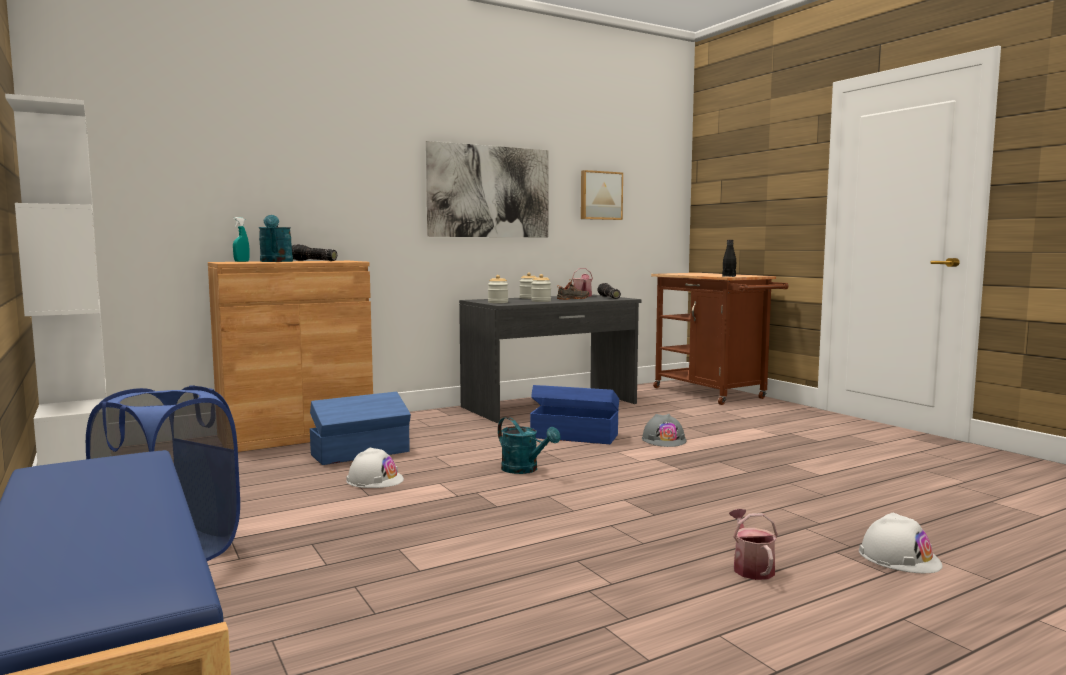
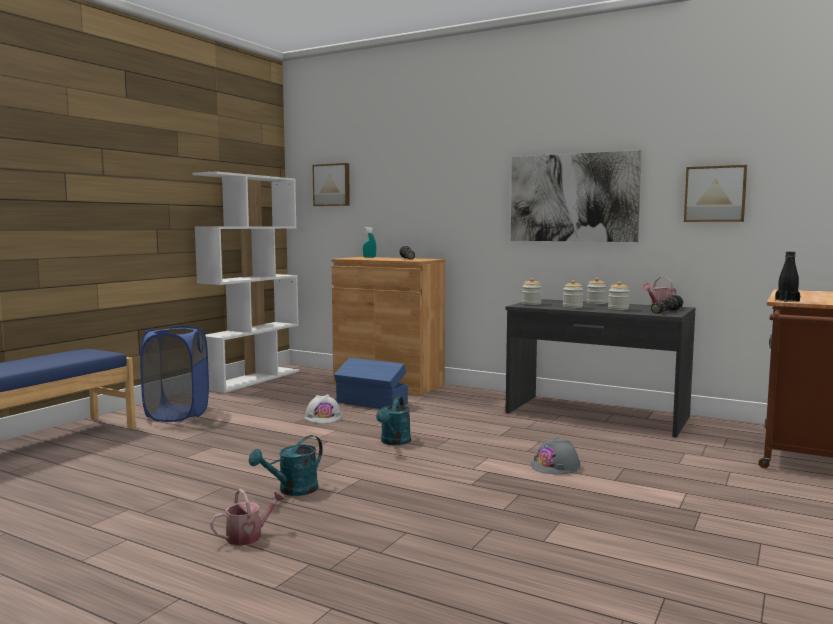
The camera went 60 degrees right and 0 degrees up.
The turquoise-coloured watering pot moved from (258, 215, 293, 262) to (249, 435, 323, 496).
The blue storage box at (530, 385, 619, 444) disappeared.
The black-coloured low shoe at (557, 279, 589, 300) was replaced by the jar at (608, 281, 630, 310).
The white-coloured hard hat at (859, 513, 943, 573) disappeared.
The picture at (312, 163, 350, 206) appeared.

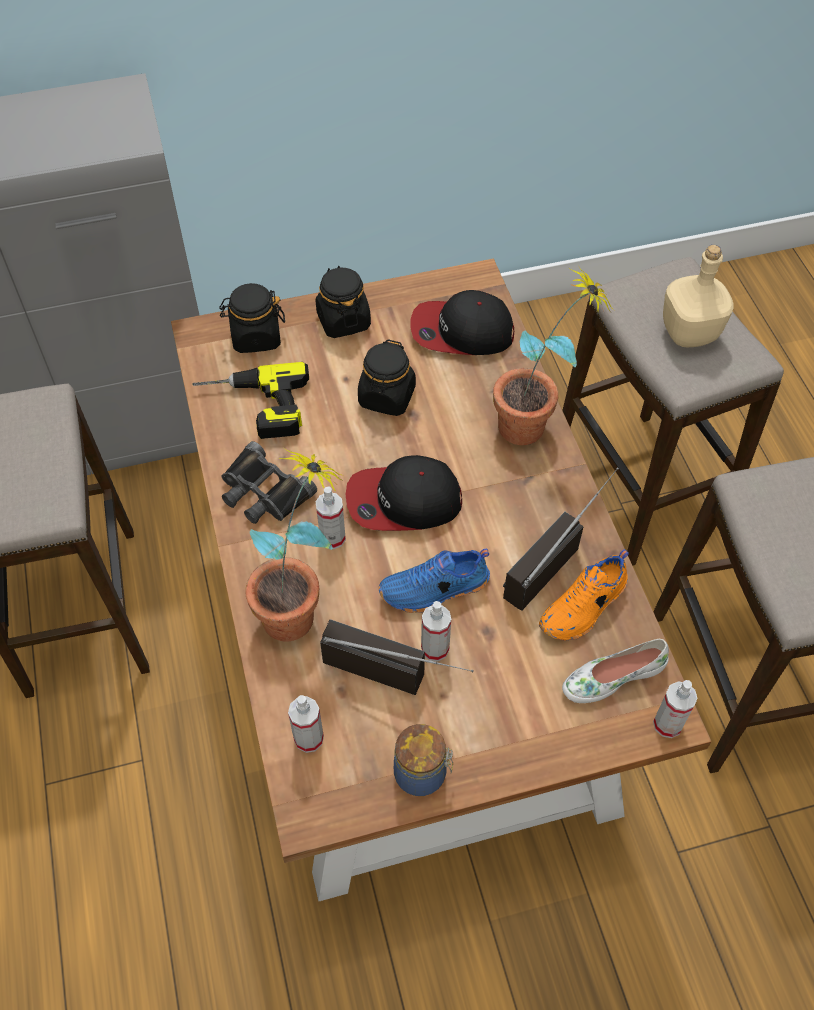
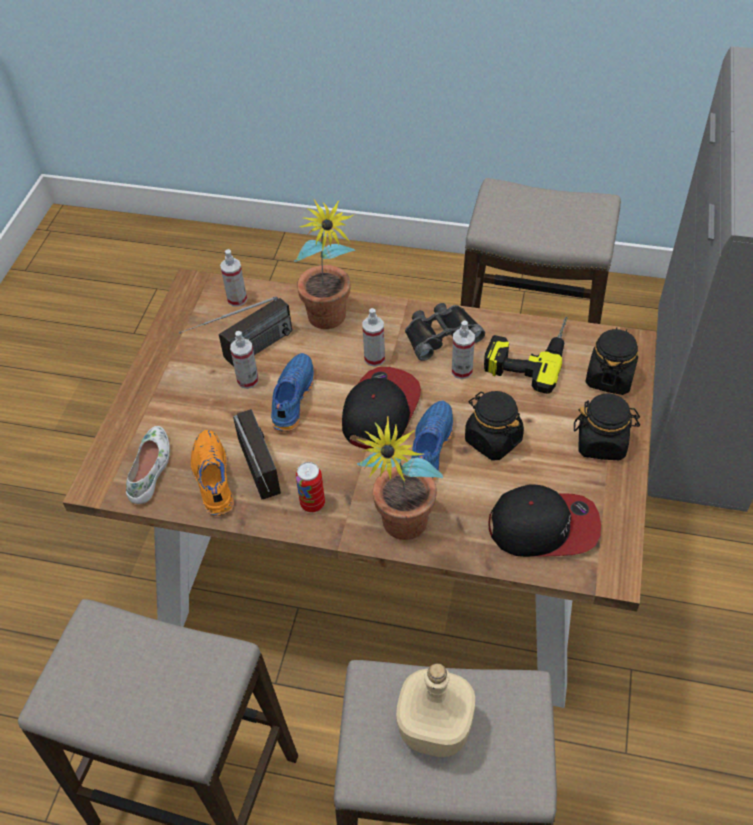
The camera went 120 degrees right and 5 degrees down.
The jar at (394, 724, 453, 796) disappeared.
The baseball cap at (410, 290, 514, 355) turned 60 degrees clockwise.
The sprayer moved from (653, 680, 698, 738) to (452, 320, 475, 379).
The metal can at (296, 462, 325, 513) appeared.
The blue low shoe at (411, 400, 453, 481) appeared.

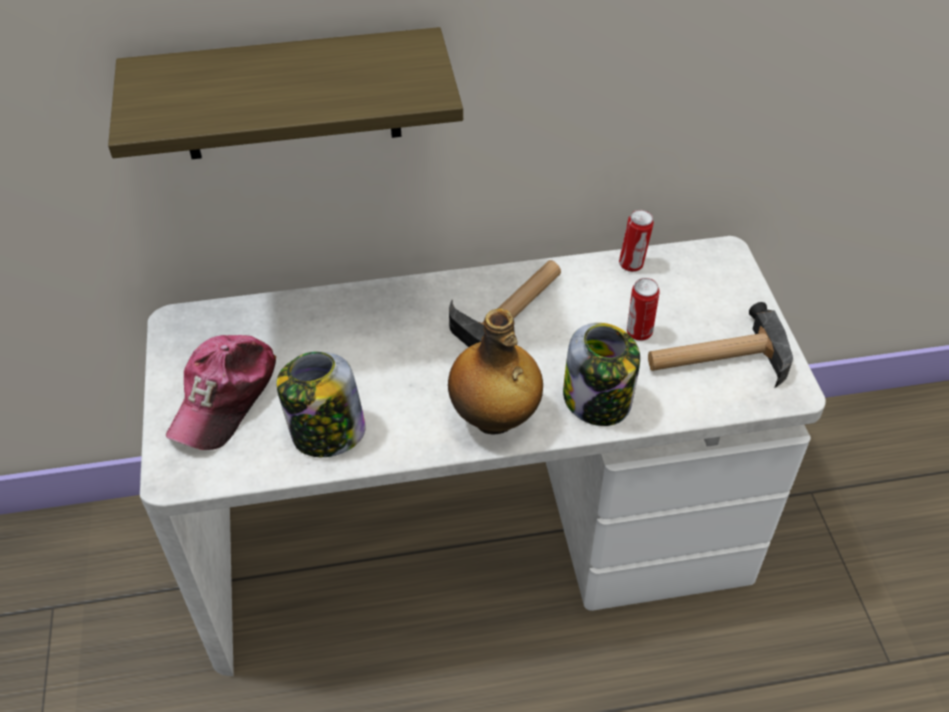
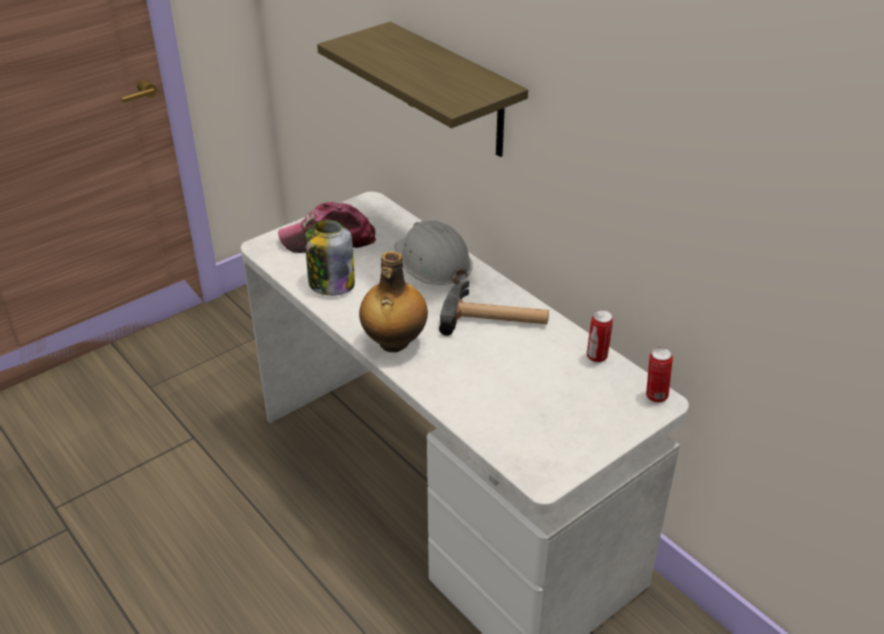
The camera went 60 degrees right and 10 degrees down.
The jar at (563, 323, 640, 426) disappeared.
The metal can moved from (627, 278, 659, 341) to (646, 347, 673, 403).
The tool hammer at (648, 302, 793, 387) disappeared.
The white-coloured hard hat at (394, 220, 473, 285) appeared.

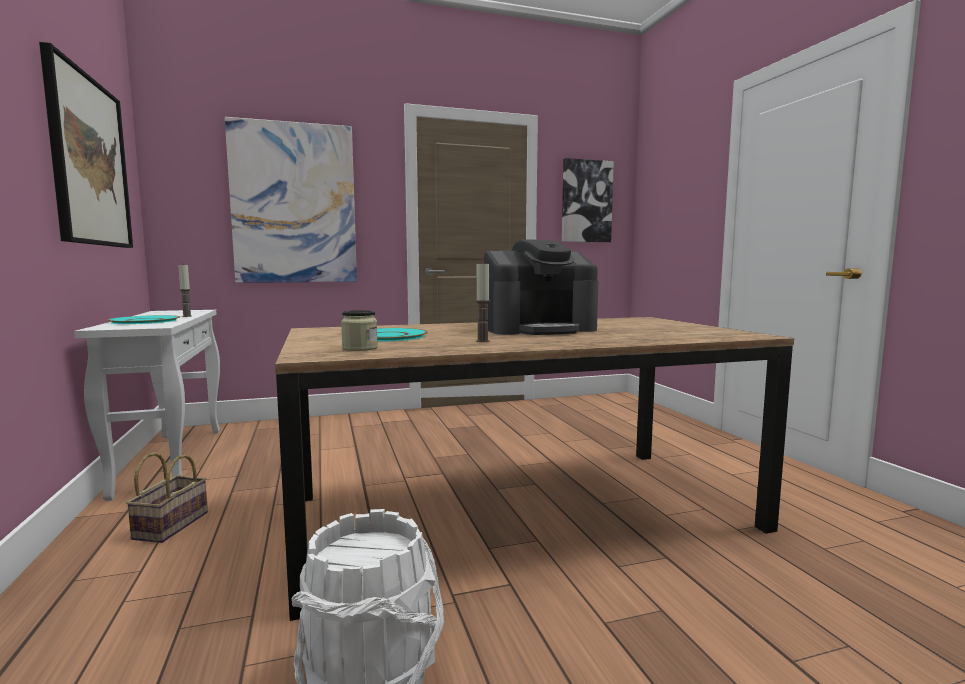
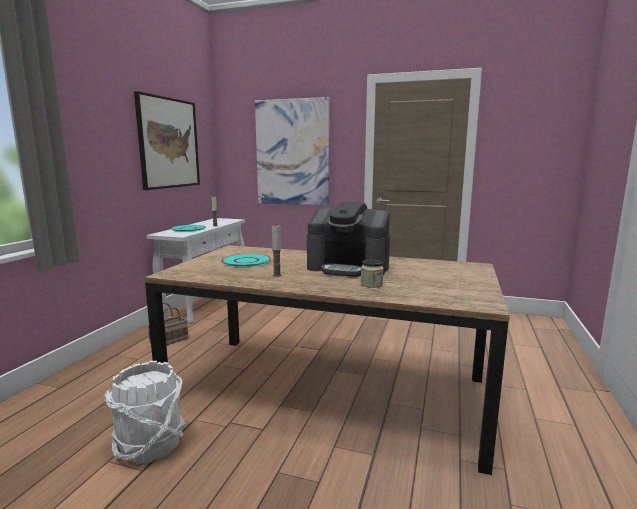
The camera went 35 degrees right and 5 degrees up.
The jar moved from (341, 310, 378, 351) to (361, 259, 383, 288).
The picture at (562, 158, 614, 242) disappeared.

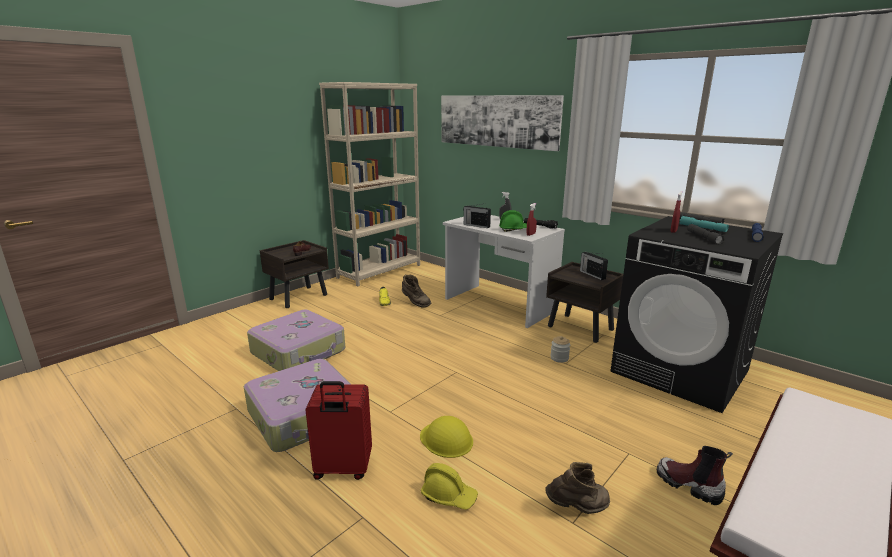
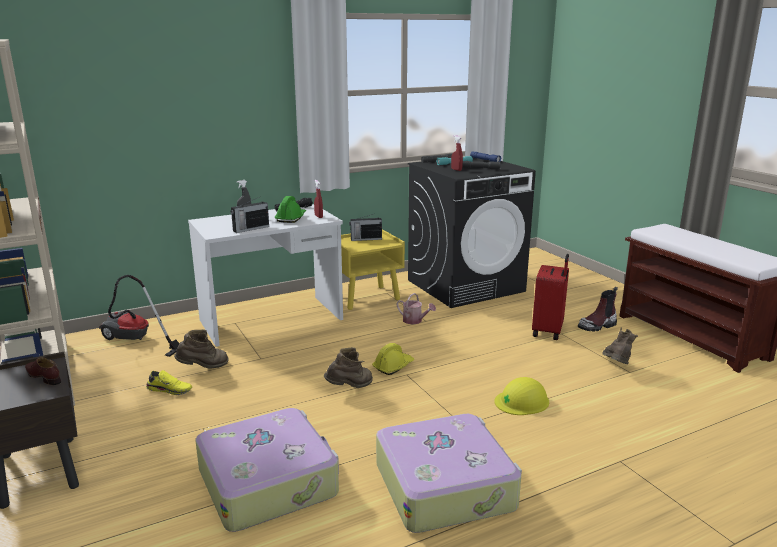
The camera went 70 degrees left and 0 degrees up.
The red piece of luggage moved from (305, 381, 372, 480) to (532, 254, 569, 340).
The yellow hard hat moved from (421, 463, 478, 510) to (372, 343, 414, 375).
The picture at (441, 95, 564, 151) disappeared.
The brownish bedside table at (546, 262, 623, 343) became the yellow bedside table at (341, 229, 405, 310).
The jar at (550, 336, 570, 363) was replaced by the watering pot at (397, 293, 436, 325).
The vacuum at (99, 275, 181, 357) appeared.
The brownish tall boot at (324, 347, 373, 388) appeared.

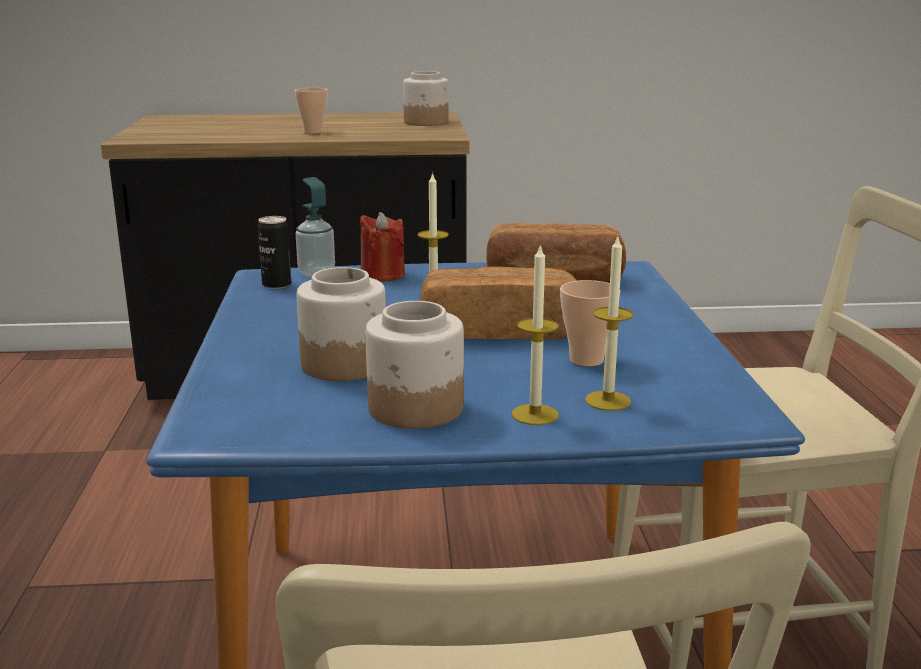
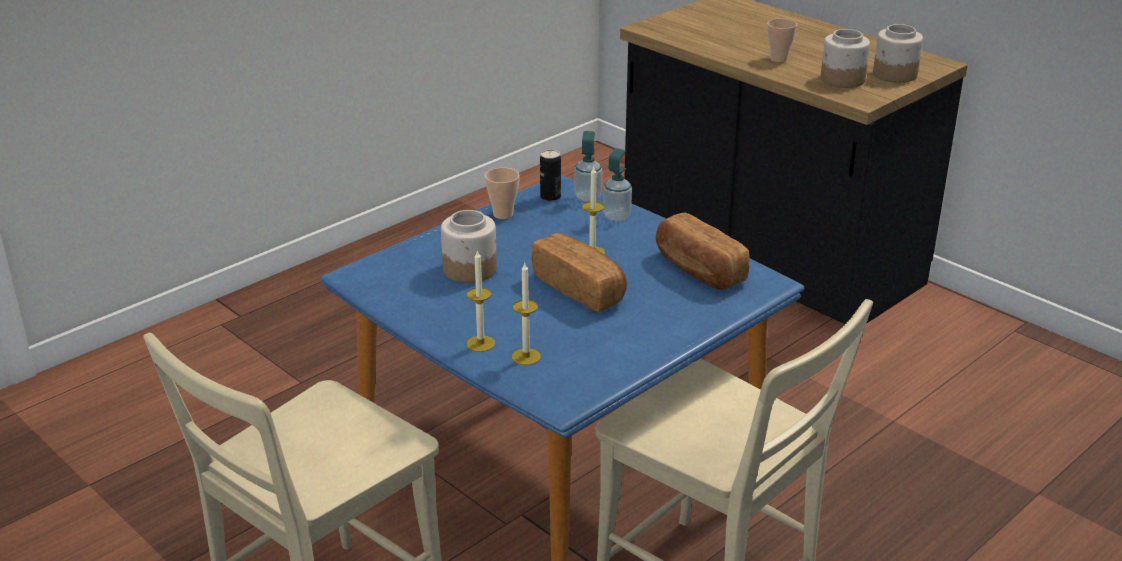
The camera went 50 degrees right and 10 degrees up.
The red wax light at (360, 212, 405, 282) was replaced by the soap dispenser at (603, 148, 632, 221).
The jar moved from (365, 301, 464, 429) to (821, 29, 870, 88).
The drinking cup moved from (560, 280, 620, 367) to (485, 168, 520, 219).

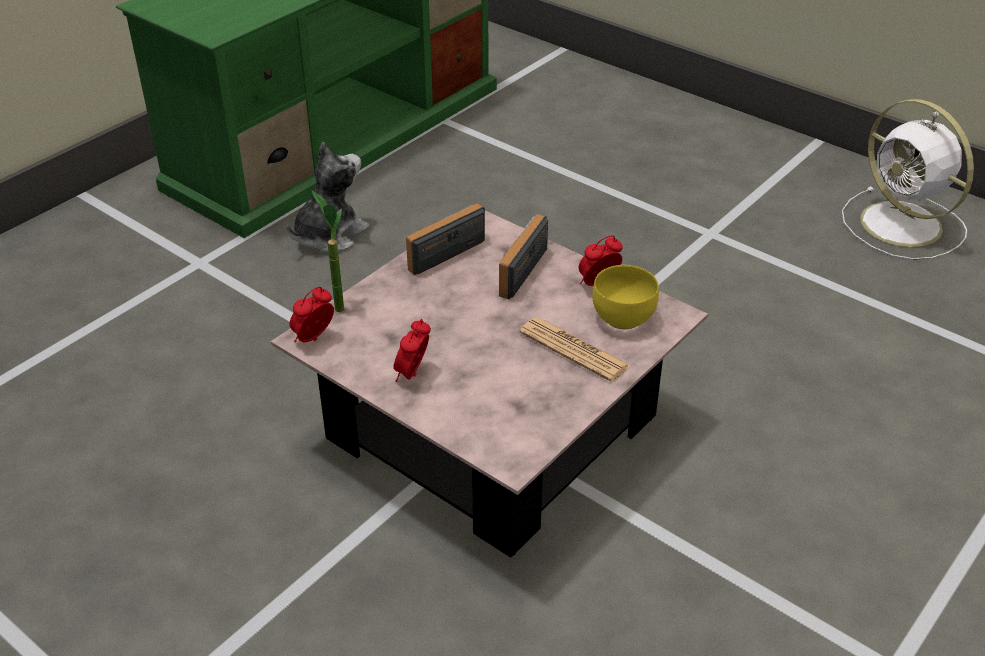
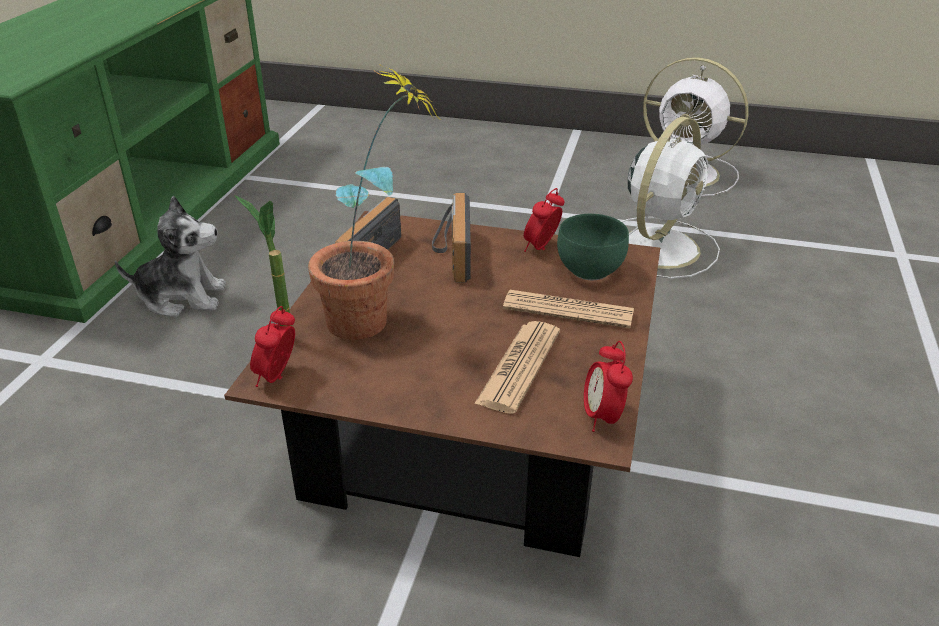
The camera went 25 degrees left and 5 degrees down.
The pinkish lounge table at (271, 210, 708, 558) became the brownish lounge table at (224, 211, 660, 557).
The soft toy at (287, 142, 369, 253) turned 75 degrees clockwise.
The bedside clock moved from (393, 319, 431, 382) to (584, 341, 633, 432).
The yellow serving bowl at (592, 265, 659, 329) became the green-coloured serving bowl at (557, 214, 629, 280).
The plant in a pot at (308, 69, 438, 340) appeared.
The daily paper at (474, 321, 560, 414) appeared.
The white-coloured cooling fan at (621, 116, 720, 279) appeared.

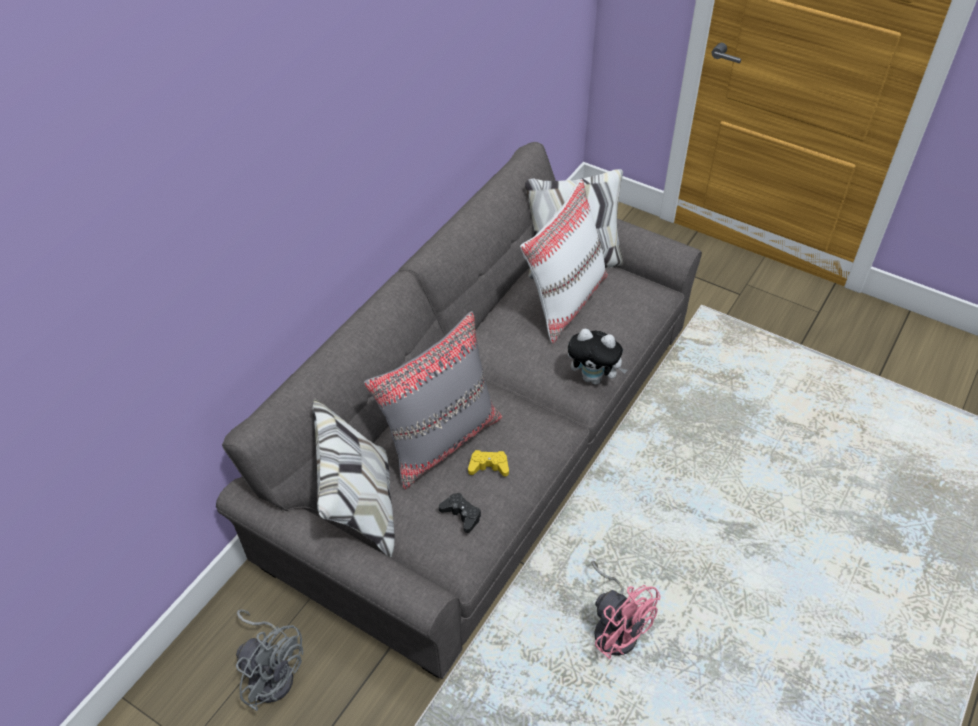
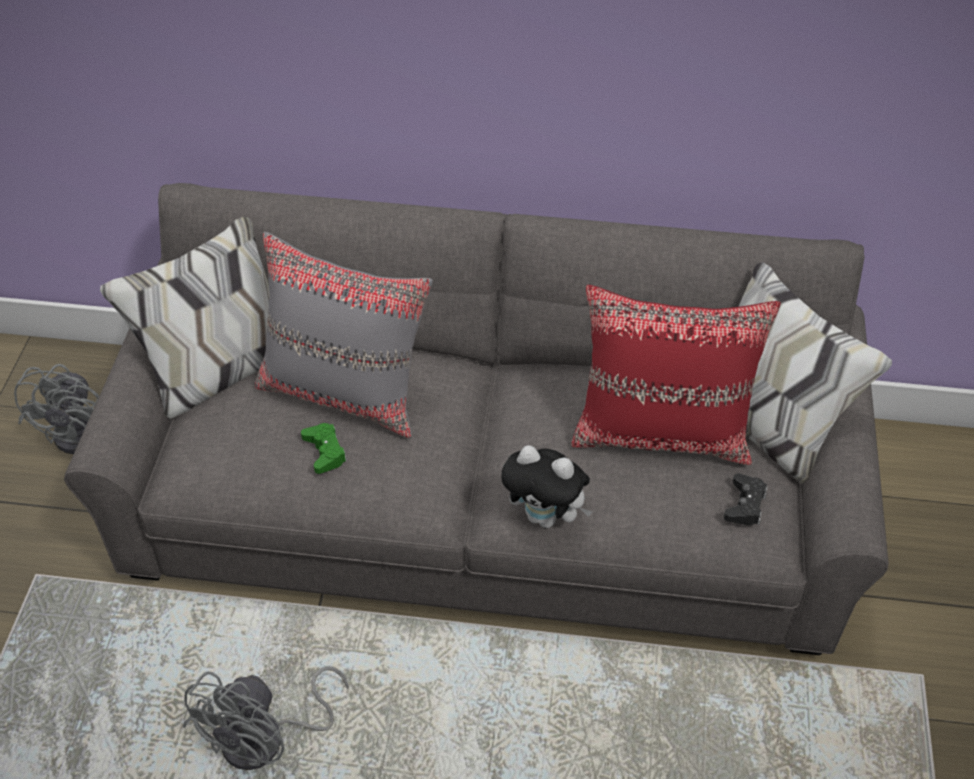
The camera went 65 degrees right and 0 degrees up.
The black-coloured game controller moved from (439, 493, 481, 533) to (724, 473, 767, 525).
The yellow game controller at (468, 450, 509, 476) became the green-coloured game controller at (301, 423, 347, 474).
The white-coloured pillow at (520, 179, 608, 344) became the red pillow at (572, 285, 781, 465).
The soft toy at (568, 329, 627, 385) turned 60 degrees counterclockwise.
The pinkish cooling fan at (591, 561, 661, 659) became the grey cooling fan at (183, 666, 349, 770).

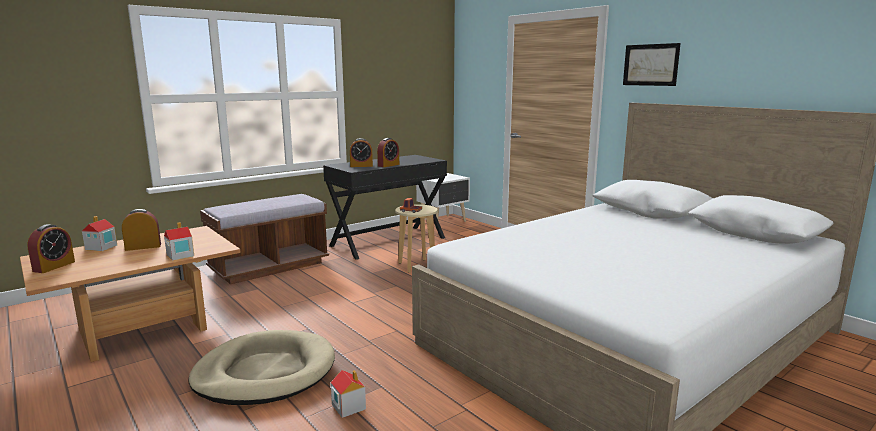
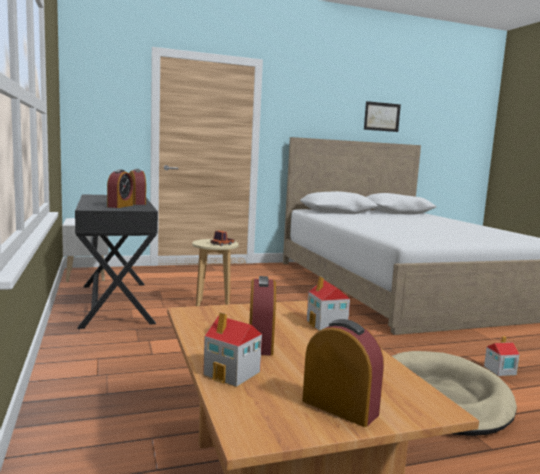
The camera went 70 degrees left and 5 degrees down.
The brownish indoor bench at (200, 194, 329, 285) disappeared.
The picture moved from (623, 43, 681, 86) to (364, 101, 401, 132).

